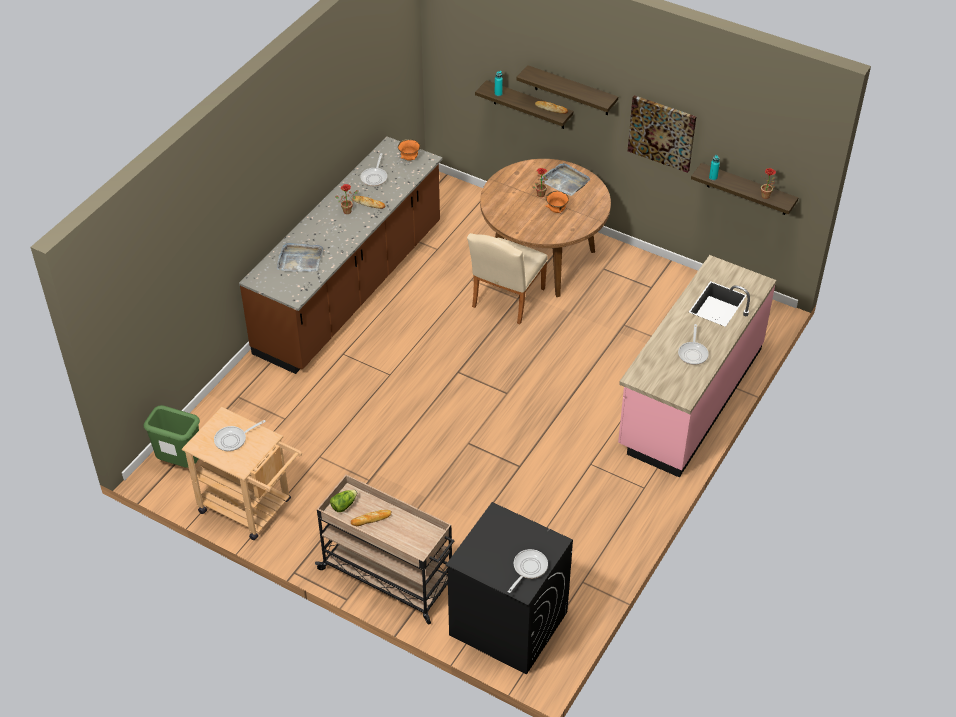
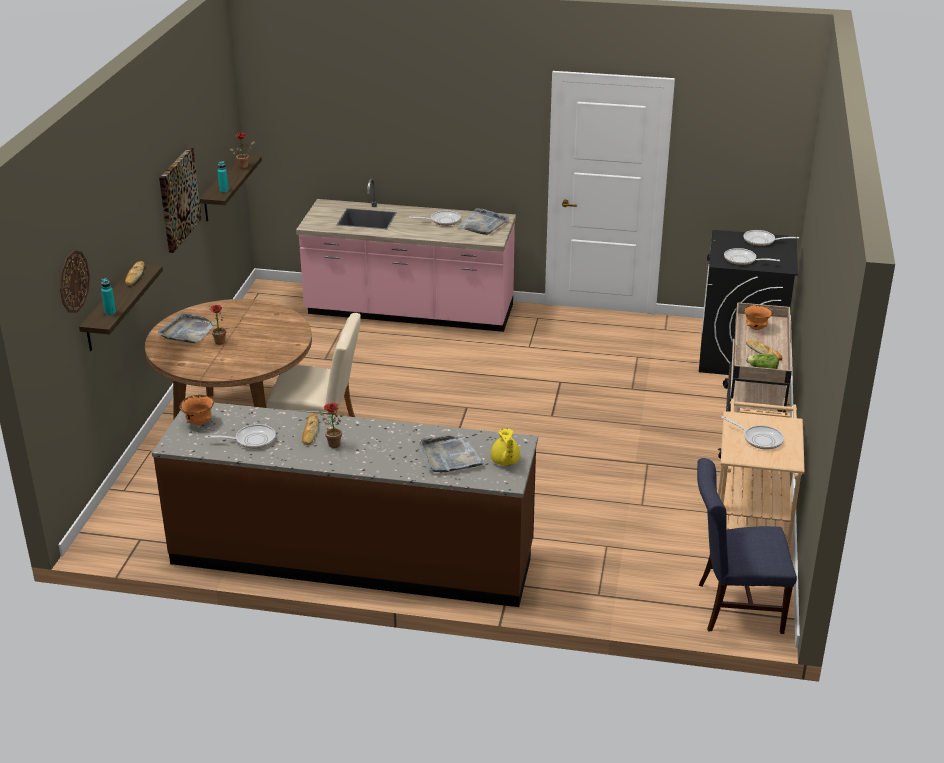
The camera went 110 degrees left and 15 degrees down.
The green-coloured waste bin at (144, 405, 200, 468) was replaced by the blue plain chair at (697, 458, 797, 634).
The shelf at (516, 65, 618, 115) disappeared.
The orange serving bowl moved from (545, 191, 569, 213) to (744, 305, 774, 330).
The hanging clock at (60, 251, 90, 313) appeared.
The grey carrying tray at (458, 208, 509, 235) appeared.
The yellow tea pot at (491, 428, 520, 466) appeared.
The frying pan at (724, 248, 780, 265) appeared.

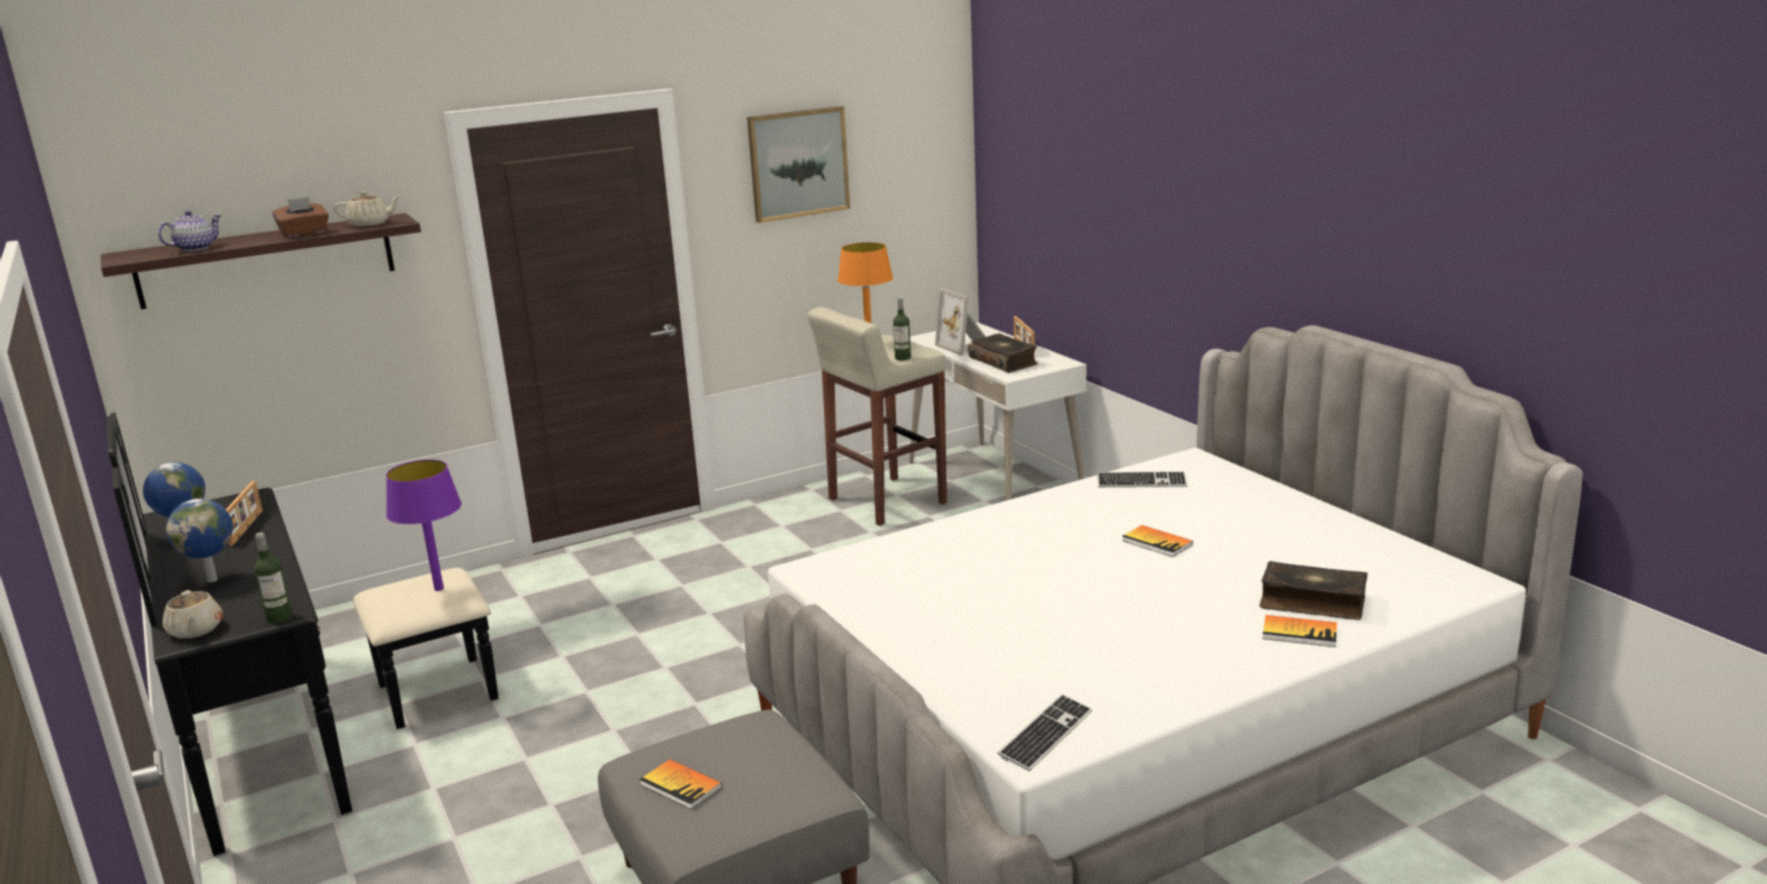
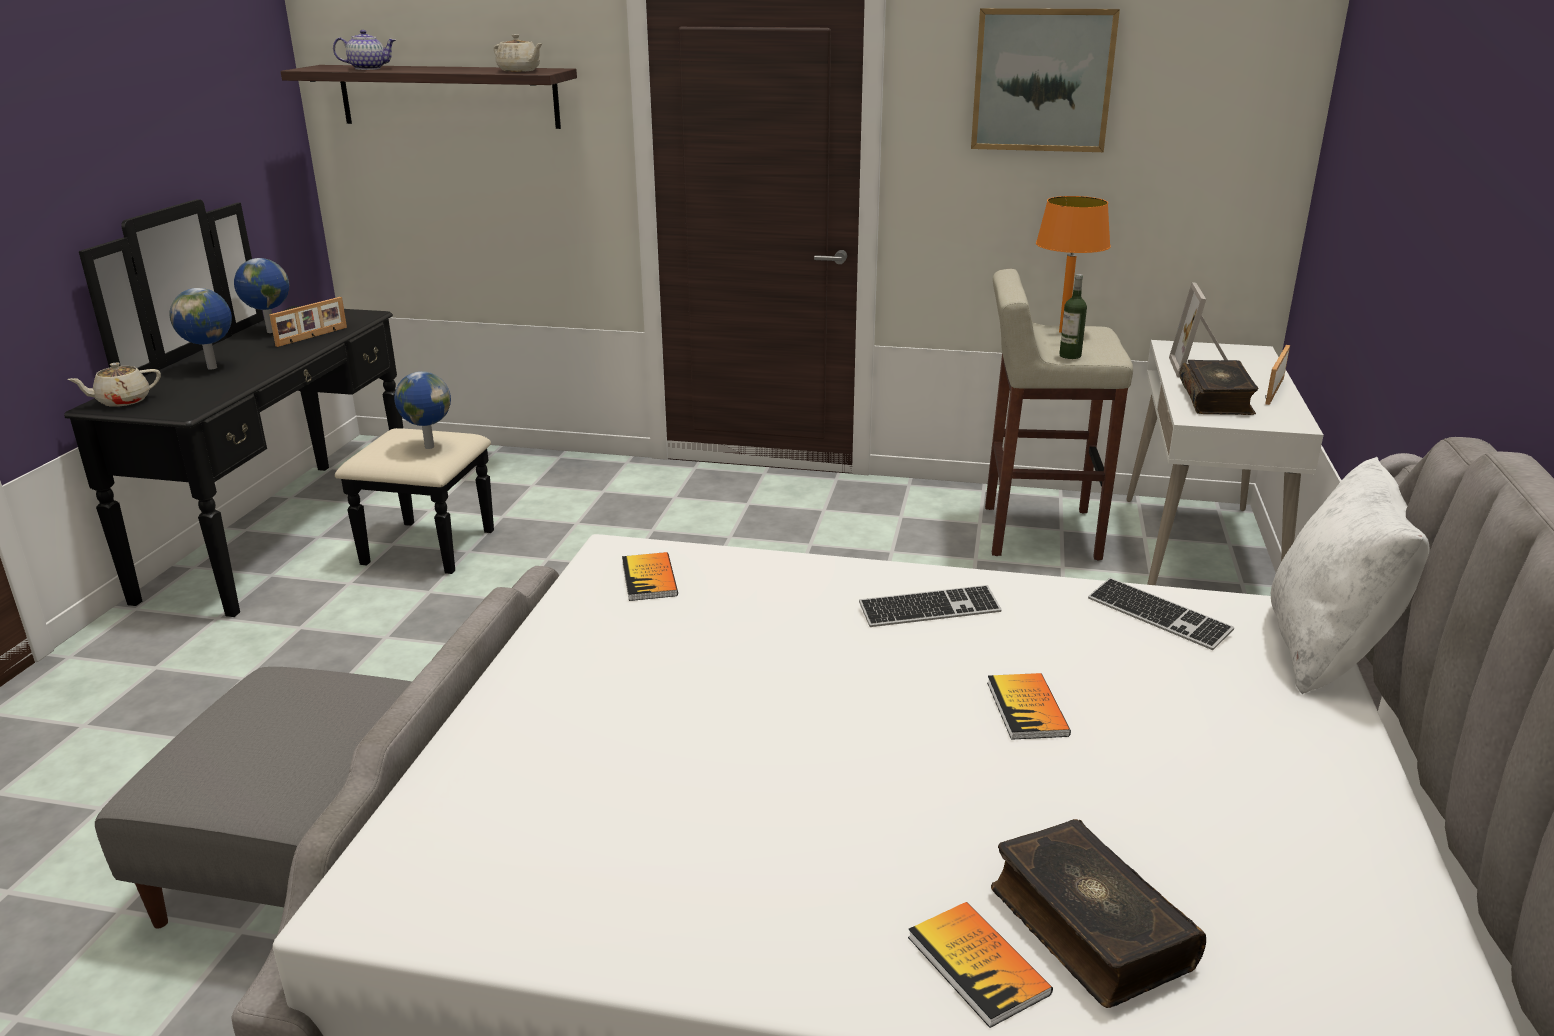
The camera went 40 degrees right and 5 degrees up.
The sand-coloured tea pot at (162, 590, 223, 639) turned 45 degrees clockwise.
The bottle at (254, 532, 292, 623) disappeared.
The brownish box of tissues at (272, 197, 329, 238) disappeared.
The purple-coloured table lamp at (386, 460, 462, 591) was replaced by the world globe at (394, 371, 451, 449).
The bound book moved from (640, 759, 722, 809) to (622, 552, 678, 601).
The computer keyboard moved from (998, 694, 1092, 771) to (859, 585, 1002, 627).
The white-coloured pillow at (1271, 457, 1429, 695) appeared.

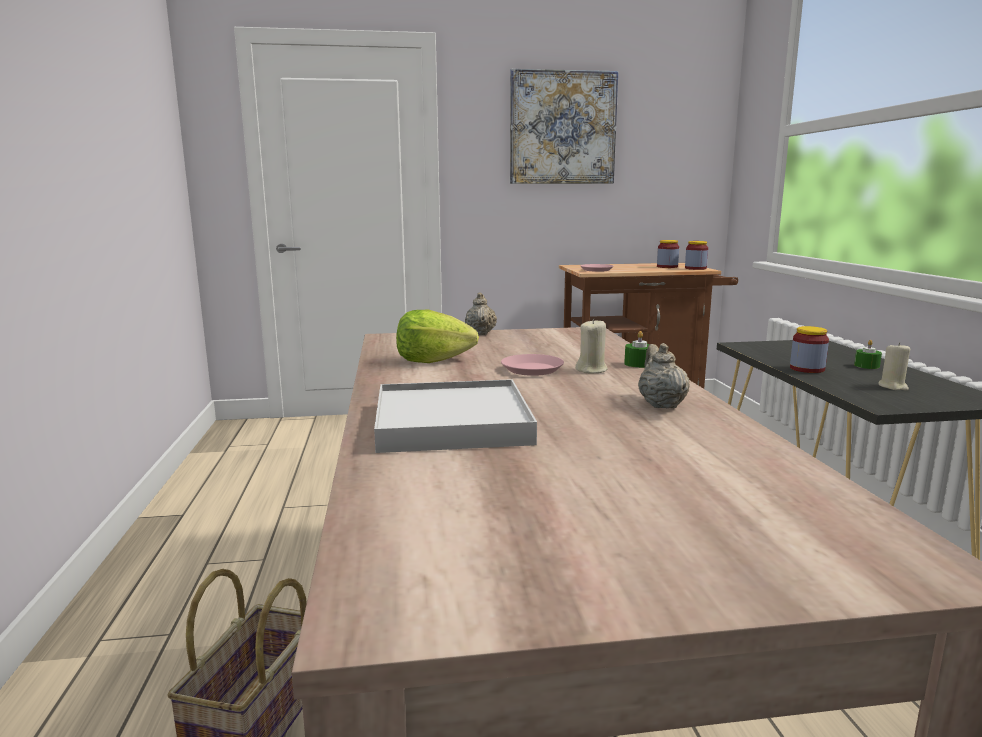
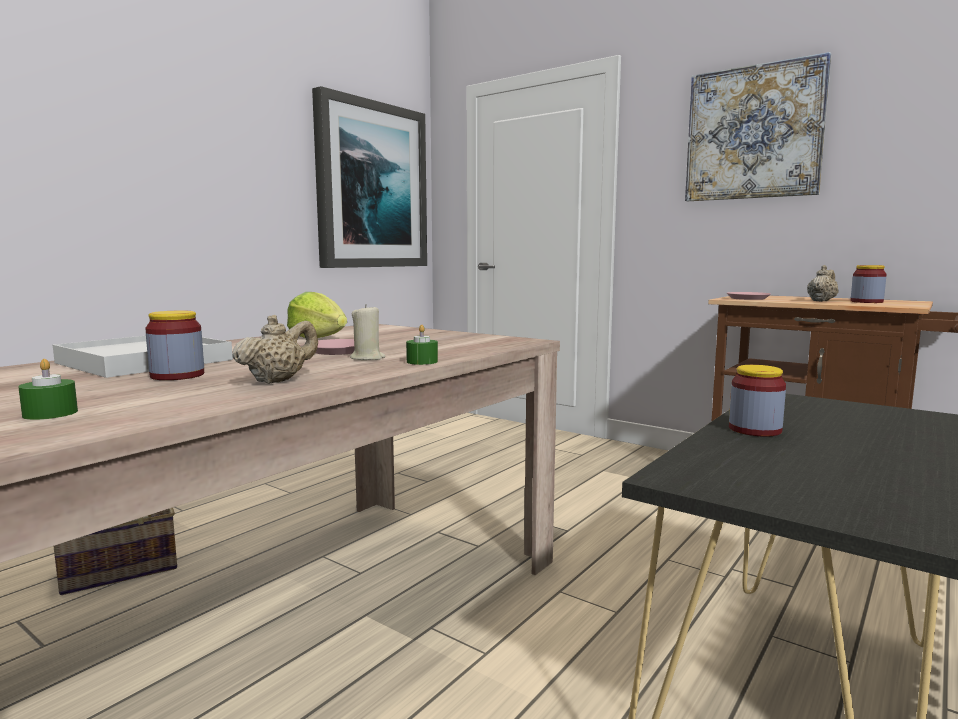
The camera went 45 degrees right and 5 degrees down.
The sand-coloured tea pot moved from (465, 292, 497, 335) to (807, 265, 839, 302).
The jar moved from (685, 241, 708, 270) to (145, 310, 204, 380).
The green-coloured wax light moved from (854, 340, 882, 369) to (18, 359, 78, 420).
The sand-coloured wax light at (878, 342, 910, 390) disappeared.
The picture at (312, 86, 427, 268) appeared.

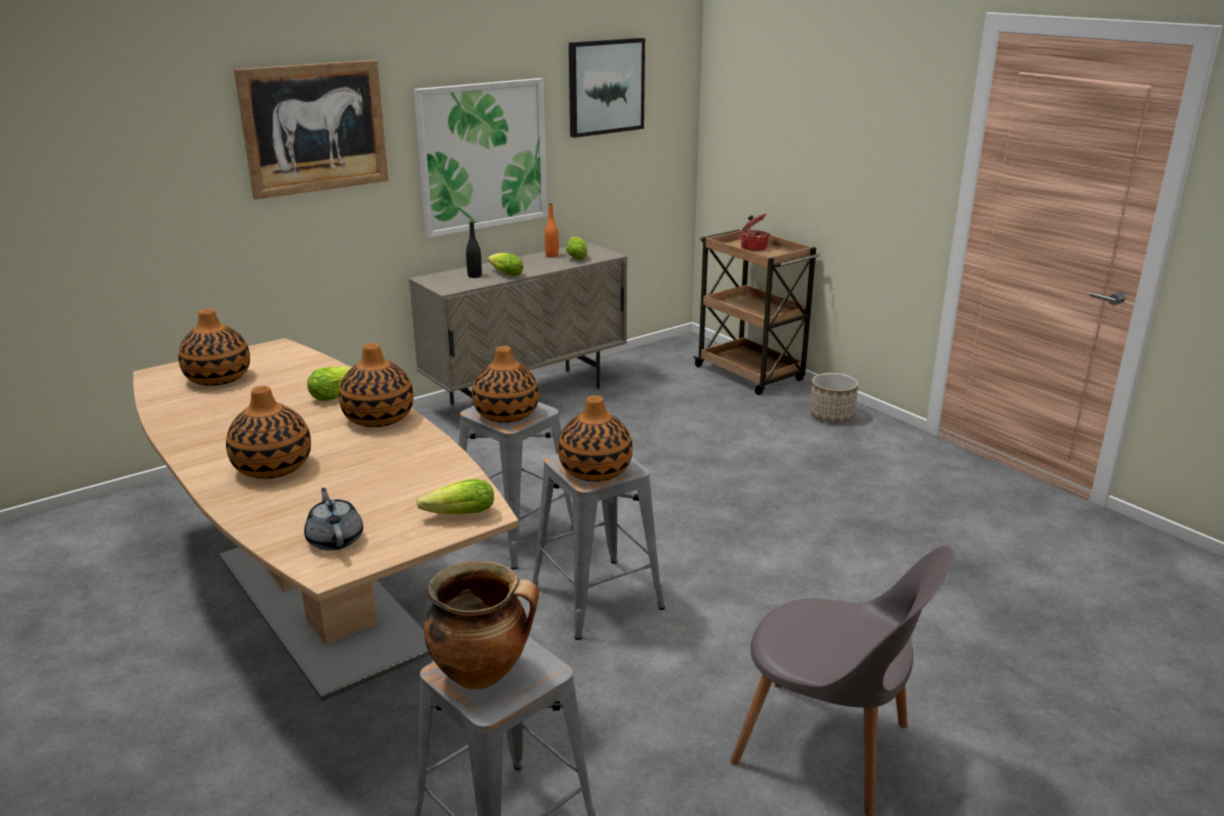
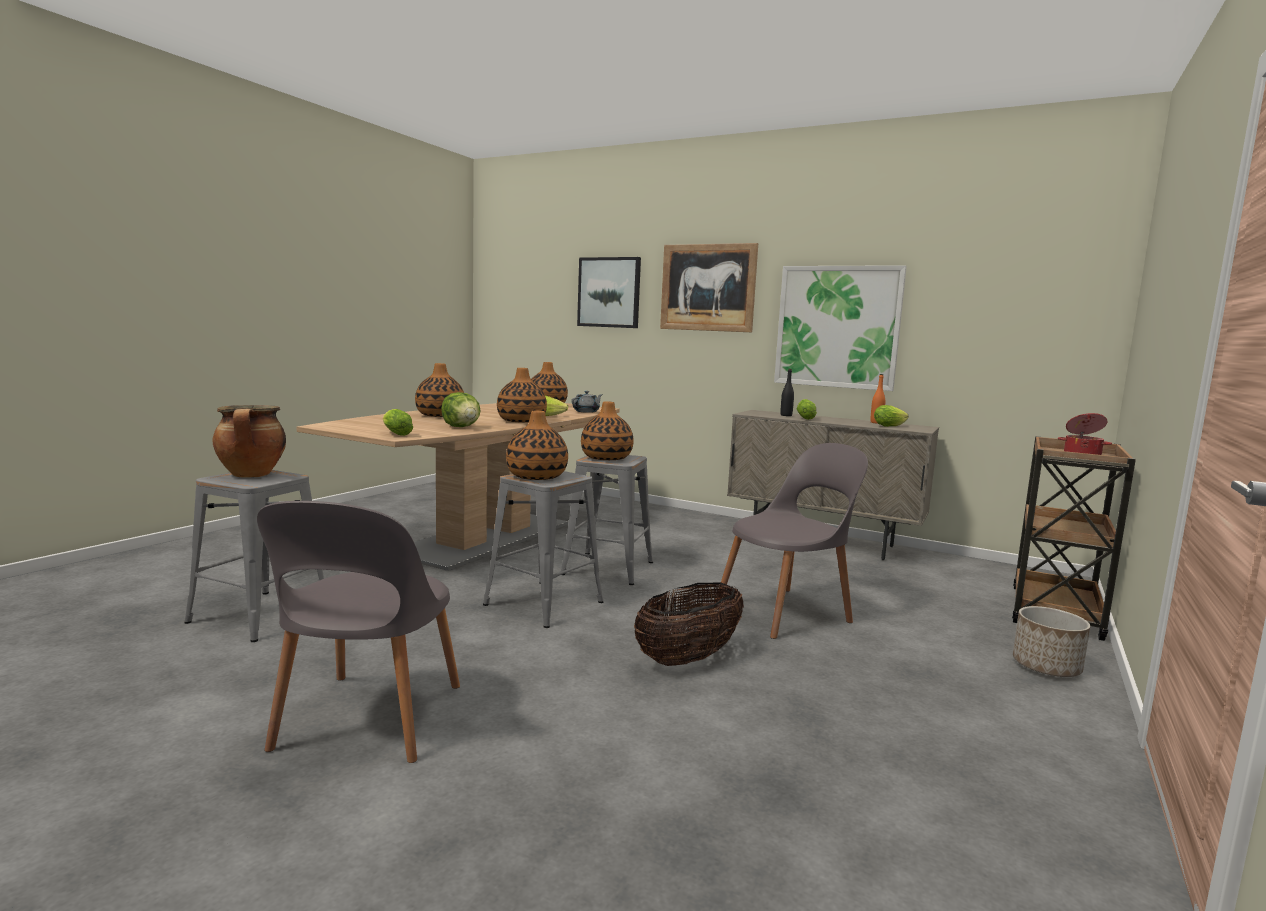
The camera went 65 degrees right and 15 degrees down.
The grey tea pot moved from (304, 488, 363, 551) to (571, 391, 602, 413).
The picture moved from (569, 38, 645, 138) to (577, 257, 641, 328).
The head of lettuce at (441, 392, 481, 427) appeared.
The basket at (634, 583, 744, 666) appeared.
The grey plain chair at (715, 443, 868, 639) appeared.

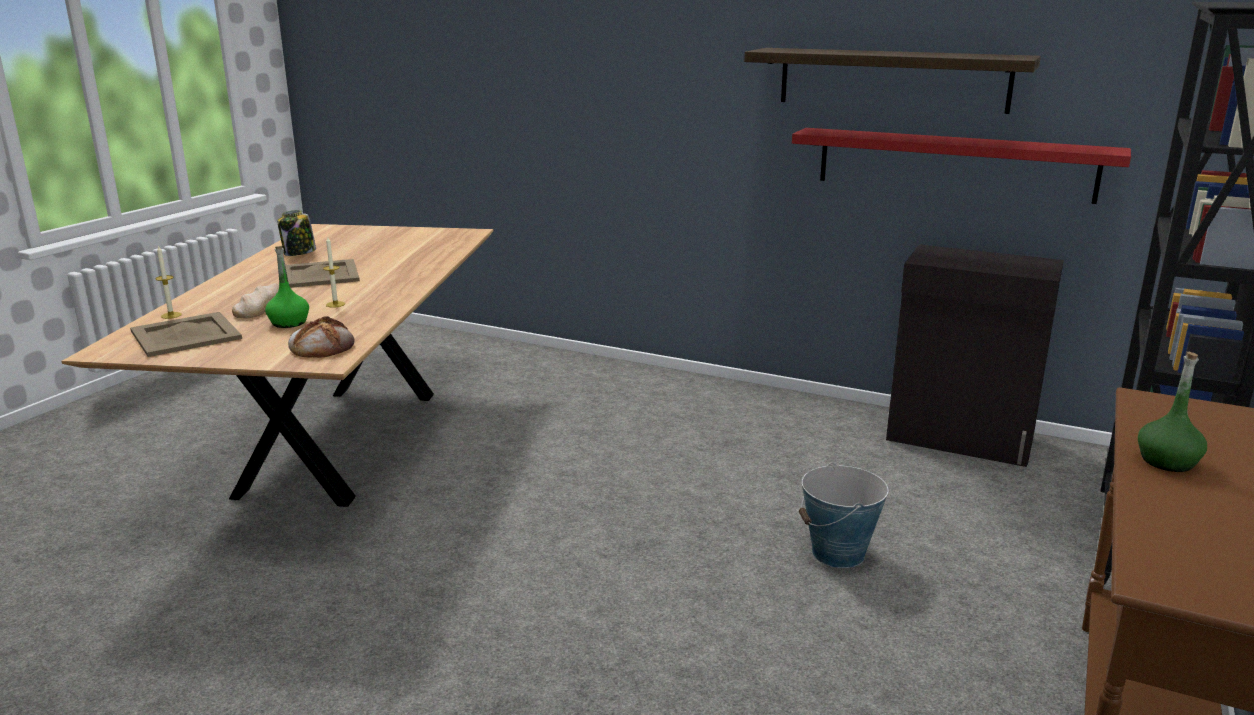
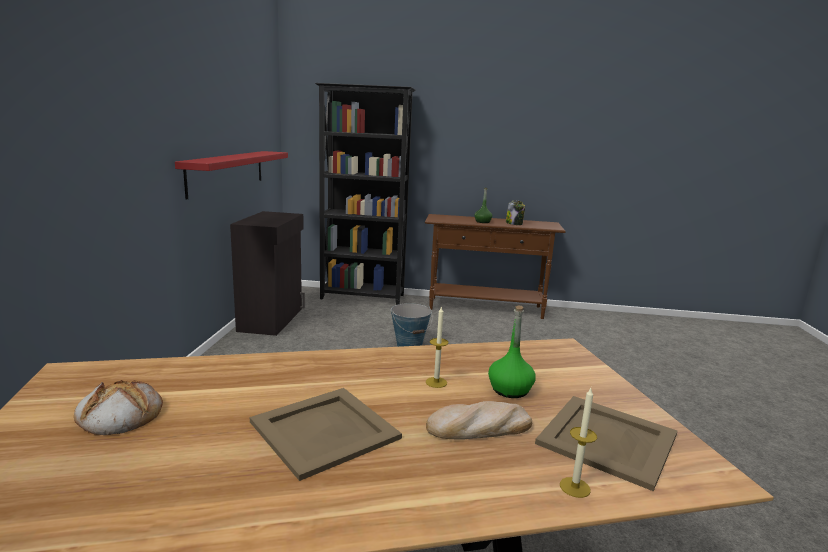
The camera went 110 degrees left and 5 degrees down.
The jar moved from (277, 210, 316, 256) to (506, 200, 525, 225).
The baked bread moved from (288, 316, 354, 358) to (74, 380, 163, 435).
The shelf at (744, 48, 1041, 114) disappeared.

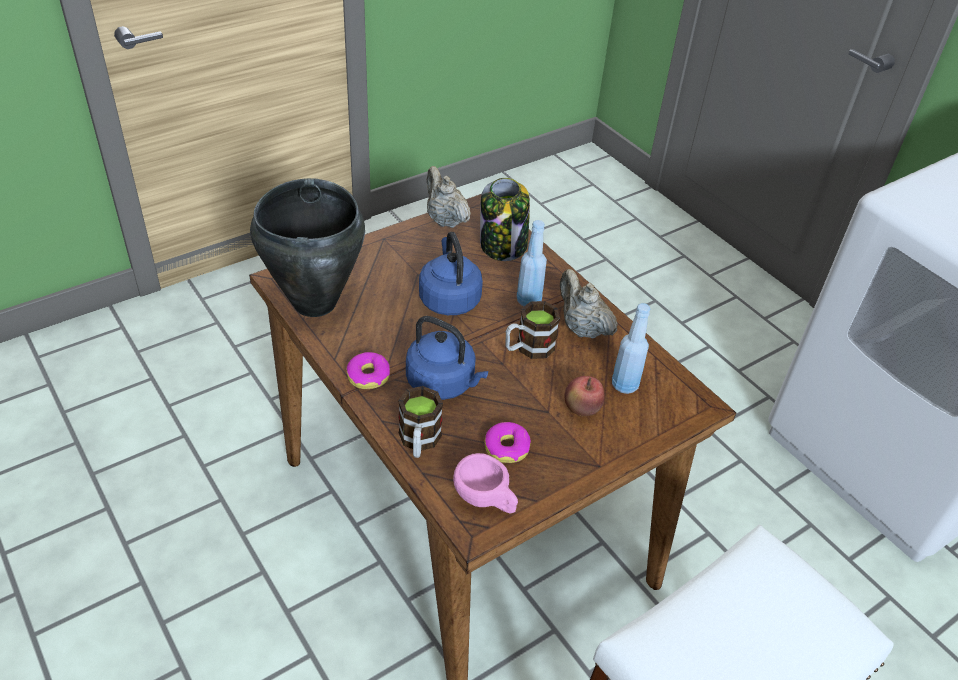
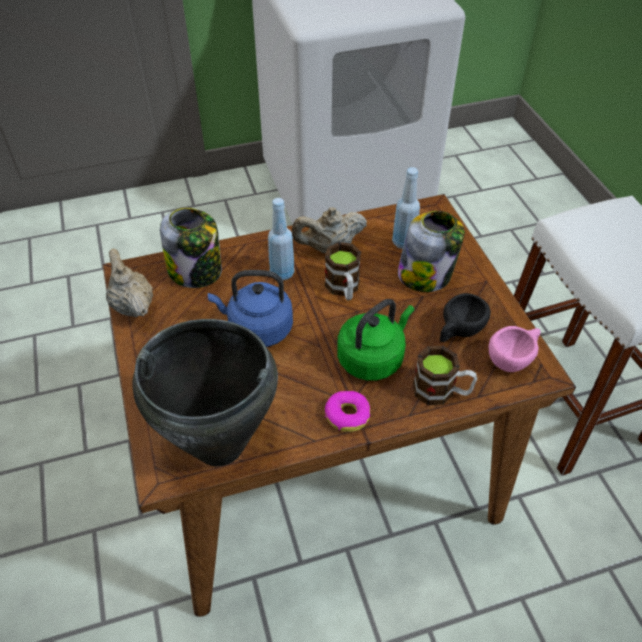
The camera went 70 degrees left and 5 degrees up.
The blue kettle at (406, 316, 488, 400) became the green-coloured kettle at (337, 299, 414, 381).
The sand-coloured tea pot at (427, 166, 471, 228) turned 75 degrees clockwise.
The donut at (485, 422, 531, 463) was replaced by the black-coloured drinking cup at (440, 293, 491, 342).
The apple at (565, 376, 605, 416) was replaced by the jar at (398, 211, 465, 292).

